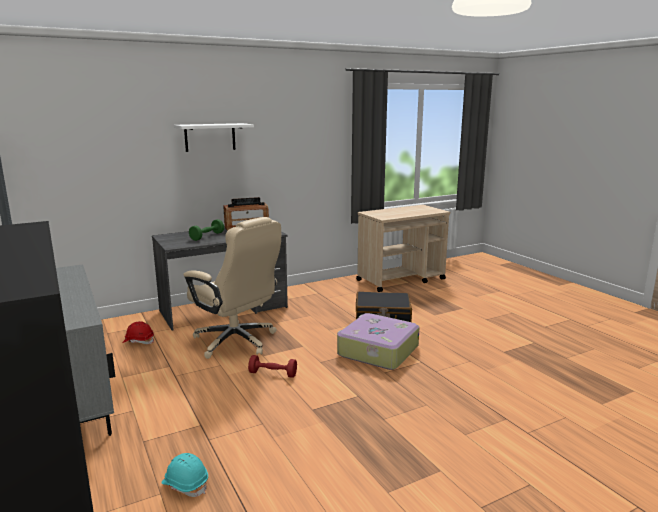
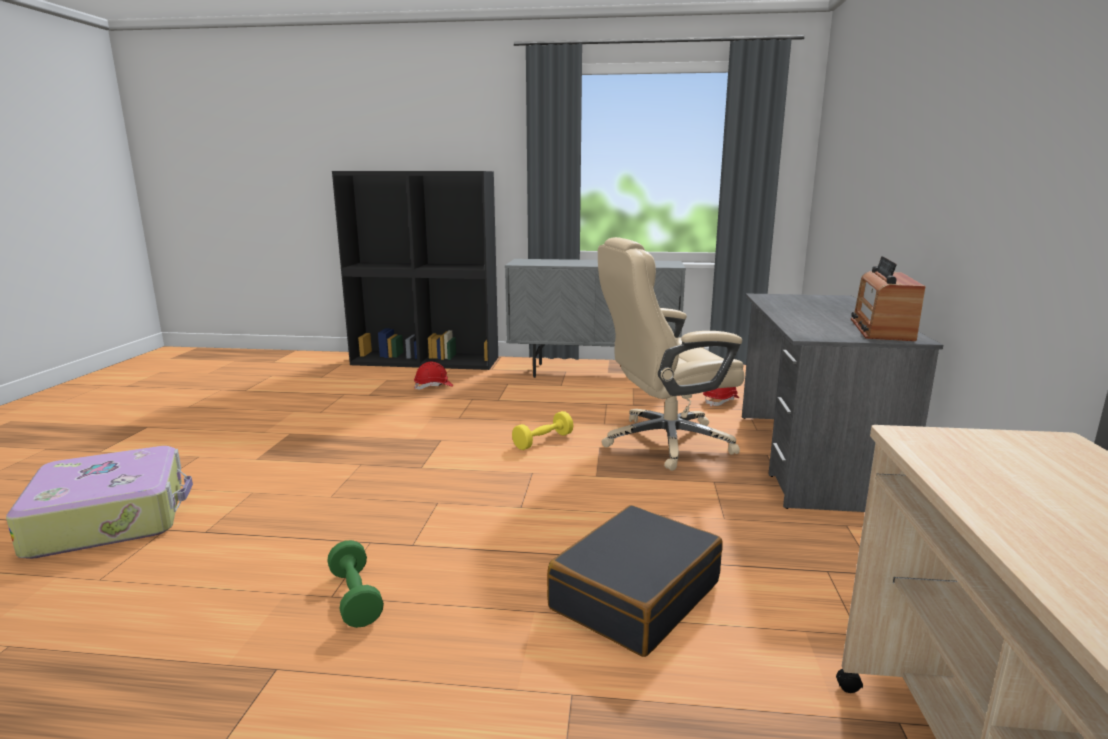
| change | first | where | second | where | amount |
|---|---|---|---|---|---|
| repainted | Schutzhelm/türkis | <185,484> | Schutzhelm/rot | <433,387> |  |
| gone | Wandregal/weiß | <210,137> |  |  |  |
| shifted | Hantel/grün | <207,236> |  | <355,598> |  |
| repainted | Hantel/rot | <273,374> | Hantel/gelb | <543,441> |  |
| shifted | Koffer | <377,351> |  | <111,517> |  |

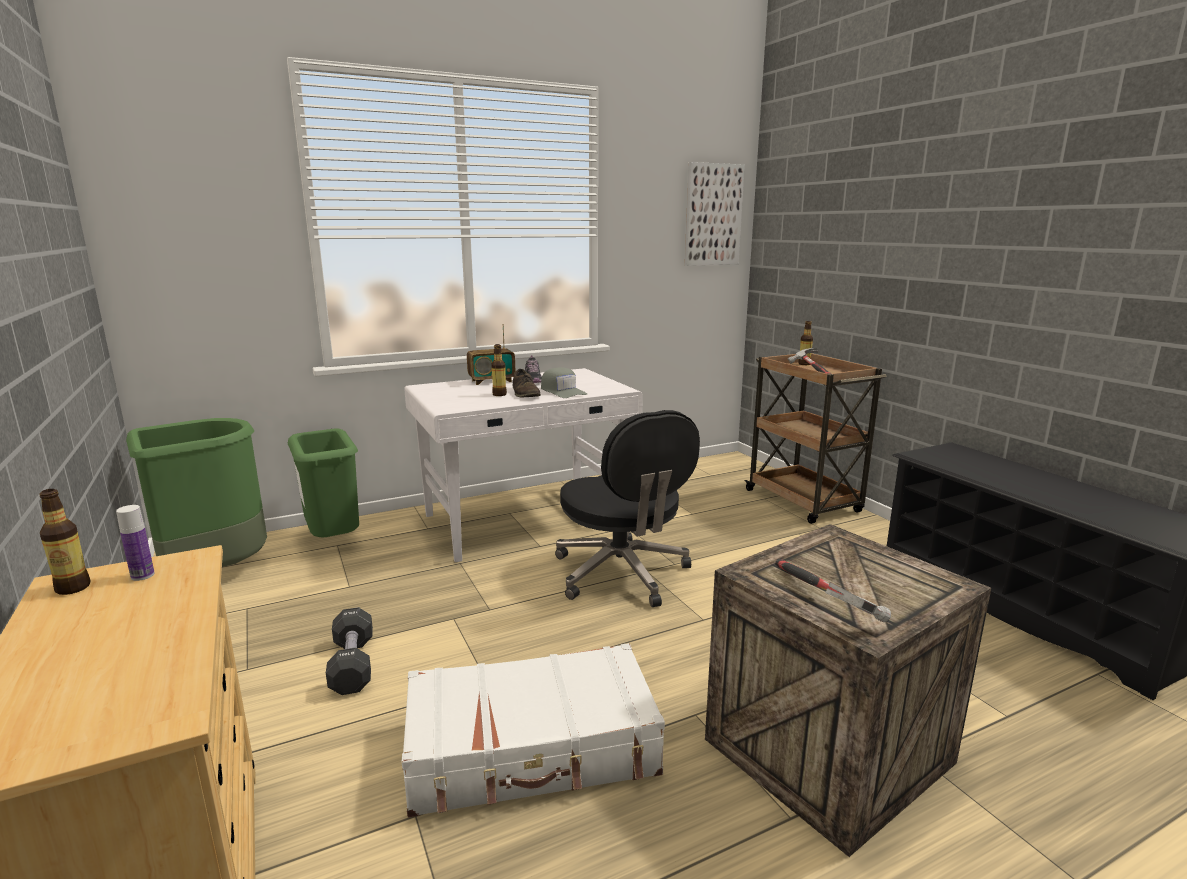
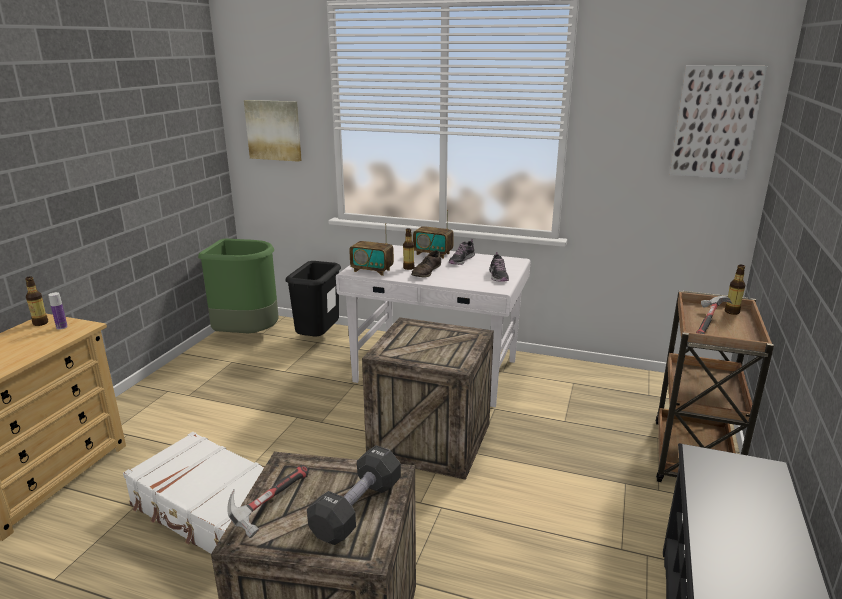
| change | first | where | second | where | amount |
|---|---|---|---|---|---|
| repainted | Mülleimer/grün | <333,542> | Mülleimer/schwarz | <318,339> |  |
| shifted | Hantel/schwarz | <352,665> |  | <357,509> |  |
| gone | Kappe/grau | <562,391> |  |  |  |
| swapped | Bürostuhl/schwarz | <622,574> | Kiste | <428,441> |  |
| new |  |  | Bild | <274,130> |  |
| new |  |  | Radio | <372,270> |  |
| new |  |  | Schuh | <498,276> |  |

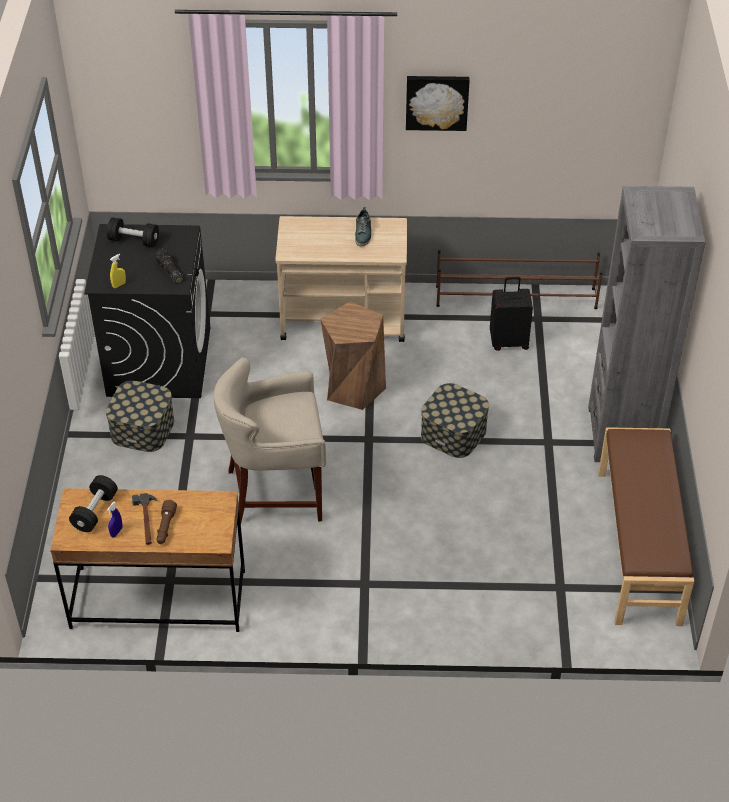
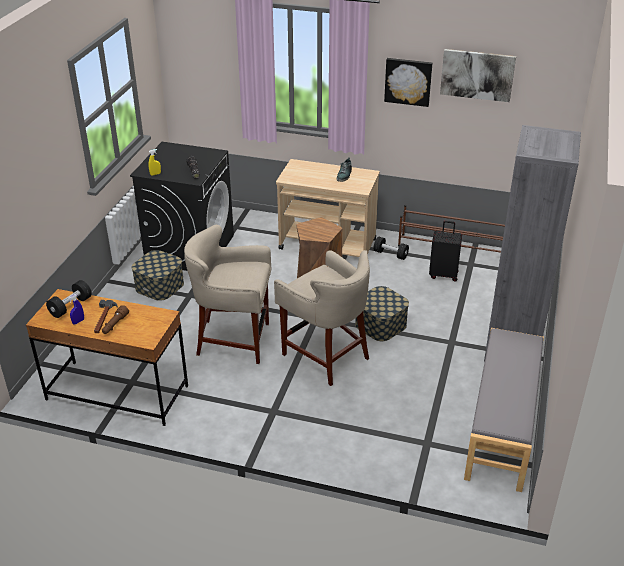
| change | first | where | second | where | amount |
|---|---|---|---|---|---|
| shifted | Hantel/schwarz | <134,241> |  | <390,254> |  |
| repainted | Bank/braun | <639,546> | Bank/grau | <502,426> |  |
| new |  |  | Hocker/beige | <326,355> |  |
| new |  |  | Bild | <477,74> |  |

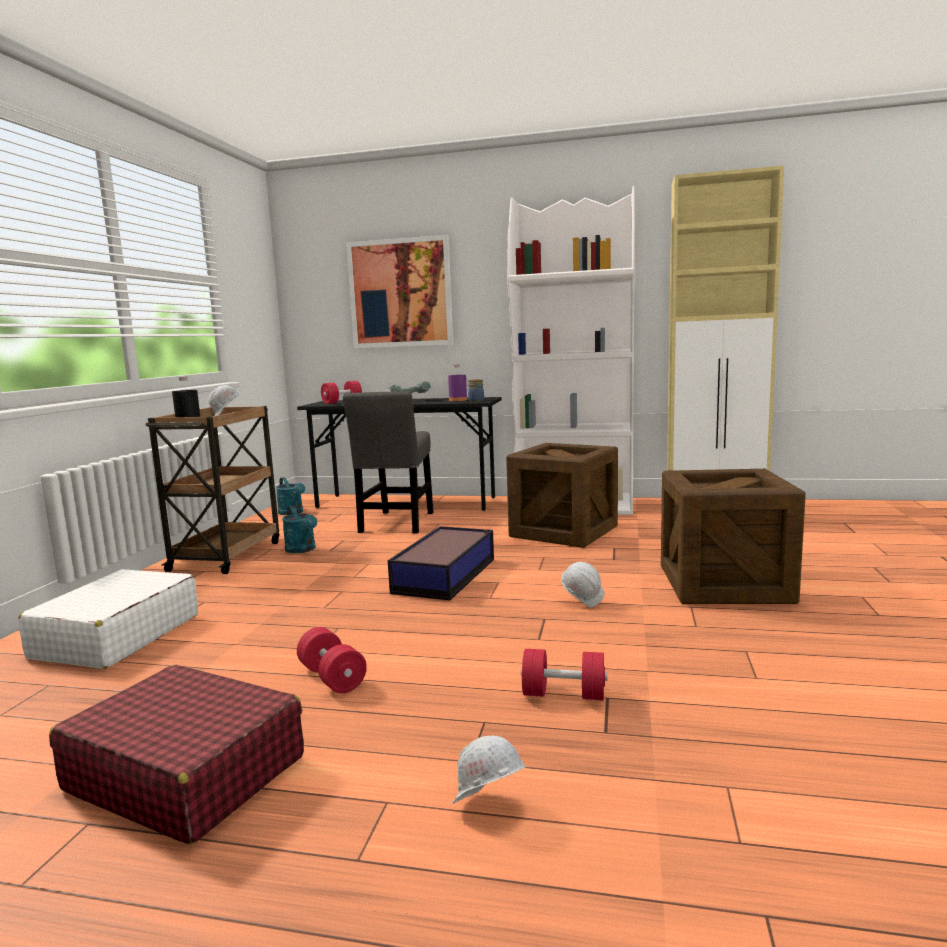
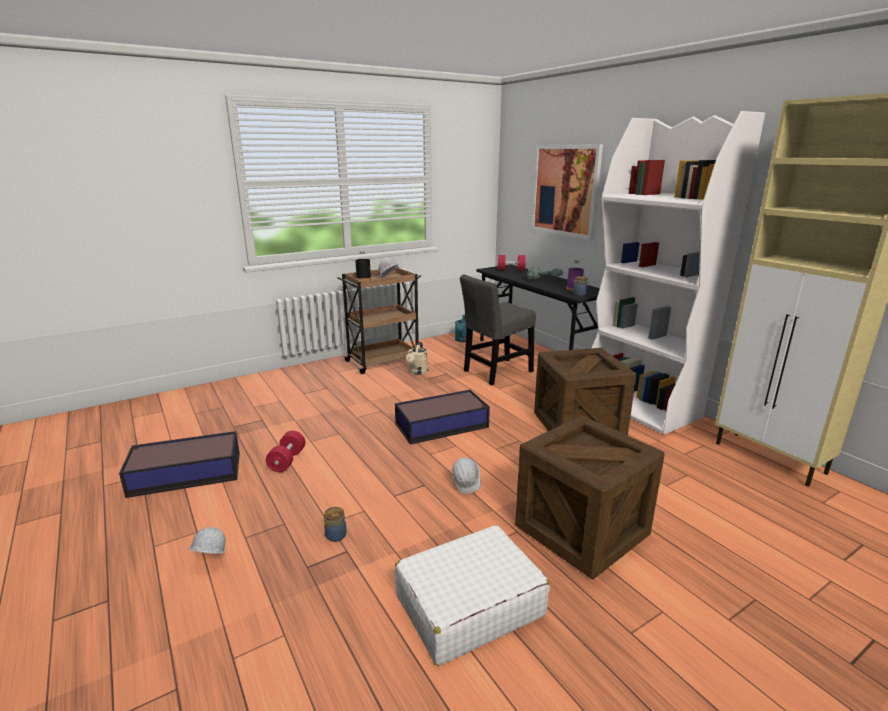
| change | first | where | second | where | amount |
|---|---|---|---|---|---|
| shifted | Koffer/weiß | <116,636> |  | <468,605> |  |
| swapped | Koffer/rot | <186,773> | Aufbewahrungsbox | <185,474> |  |
| repainted | Gießkanne/türkis | <302,550> | Gießkanne/beige | <417,372> |  |
| swapped | Hantel/rot | <563,694> | Vorratsglas | <335,535> |  |

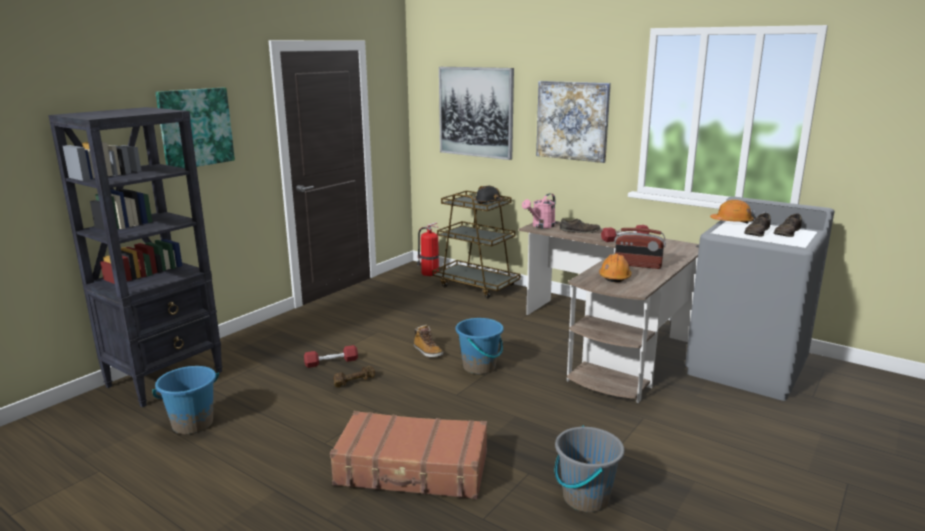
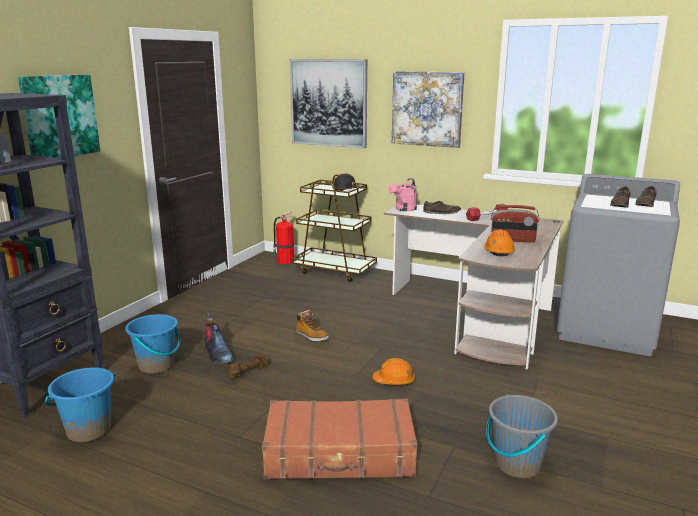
| change | first | where | second | where | amount |
|---|---|---|---|---|---|
| swapped | Hantel/rot | <331,362> | Stiefel | <217,354> |  |
| shifted | Eimer/blau | <479,367> |  | <156,365> |  |
| shifted | Schutzhelm/orange | <731,222> |  | <394,381> |  |

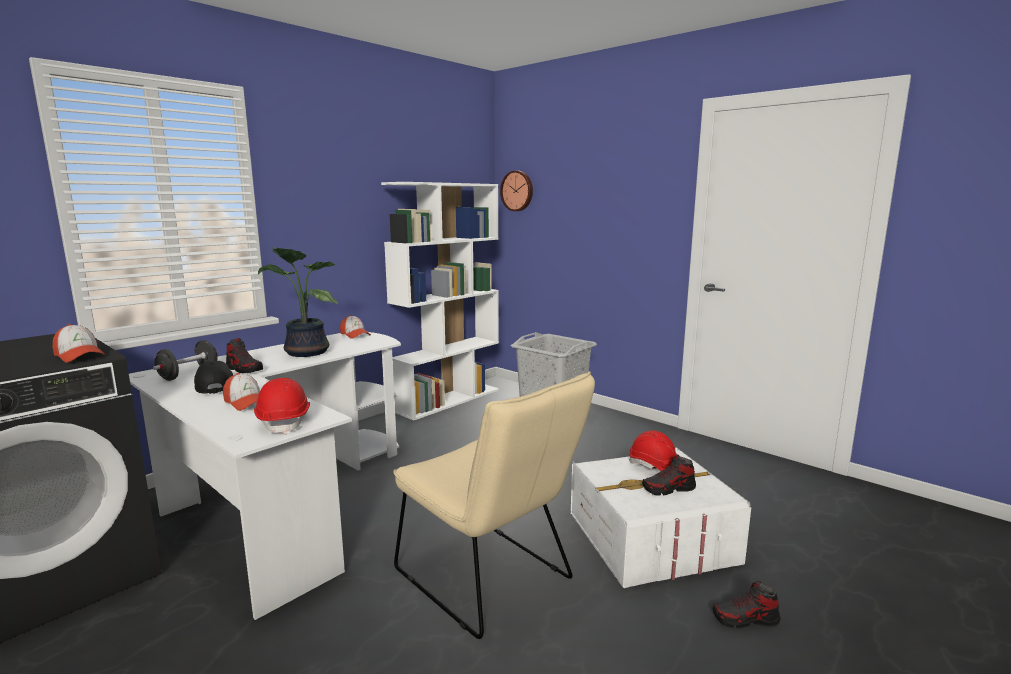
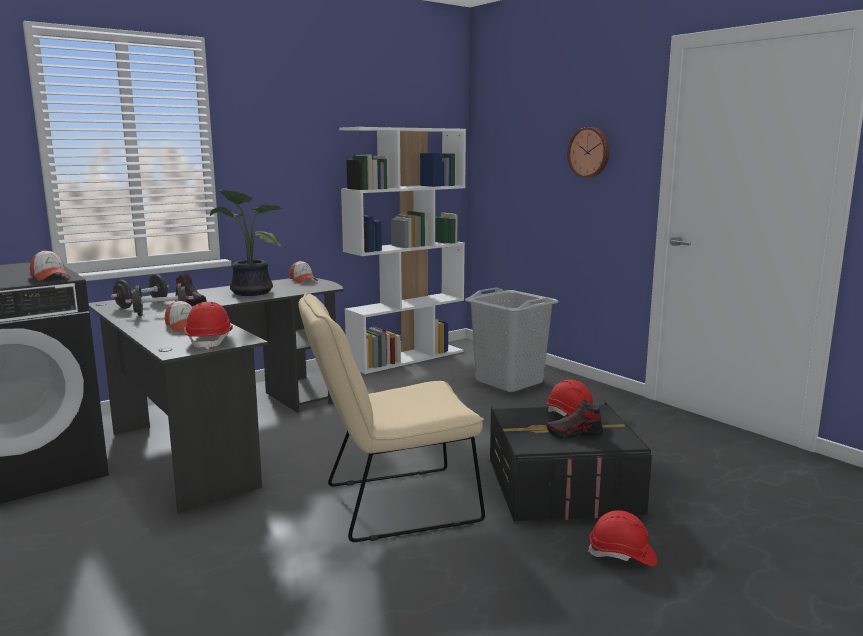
| change | first | where | second | where | amount |
|---|---|---|---|---|---|
| repainted | Schreibtisch/weiß | <284,500> | Schreibtisch/schwarz | <223,431> |  |
| swapped | Kappe/schwarz | <214,385> | Hantel/schwarz | <161,314> |  |
| rotated | Stuhl/beige | <490,580> |  | <390,505> | 105 degrees clockwise |
| shifted | Wanduhr | <517,191> |  | <589,152> |  |
| repainted | Aufbewahrungsbox/weiß | <651,538> | Aufbewahrungsbox/schwarz | <562,487> |  |
| swapped | Schuh | <745,619> | Schutzhelm/rot | <622,555> |  |

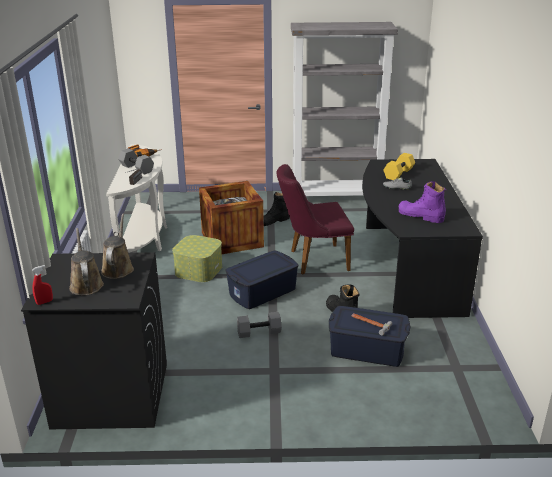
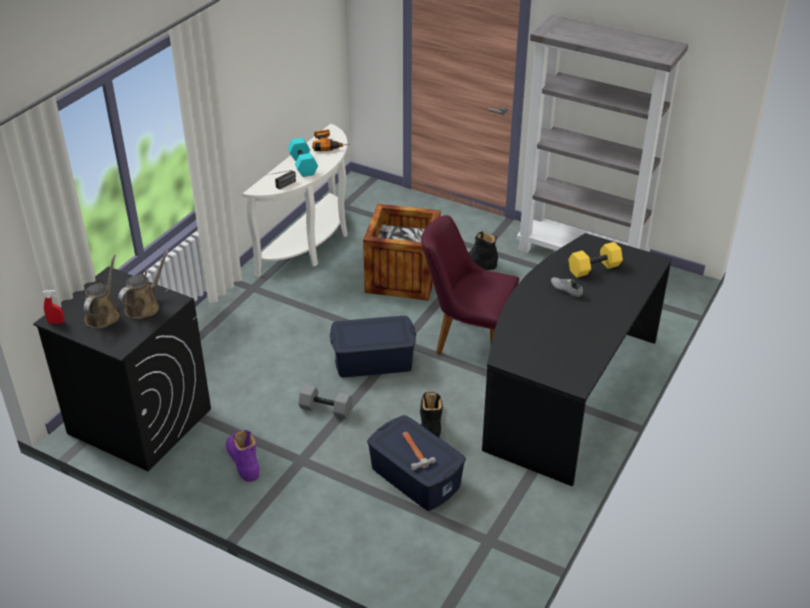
| change | first | where | second | where | amount |
|---|---|---|---|---|---|
| repainted | Hantel/grau | <137,168> | Hantel/türkis | <304,165> |  |
| gone | Aufbewahrungsbox | <198,270> |  |  |  |
| shifted | Stiefel/lila | <420,216> |  | <243,461> |  |

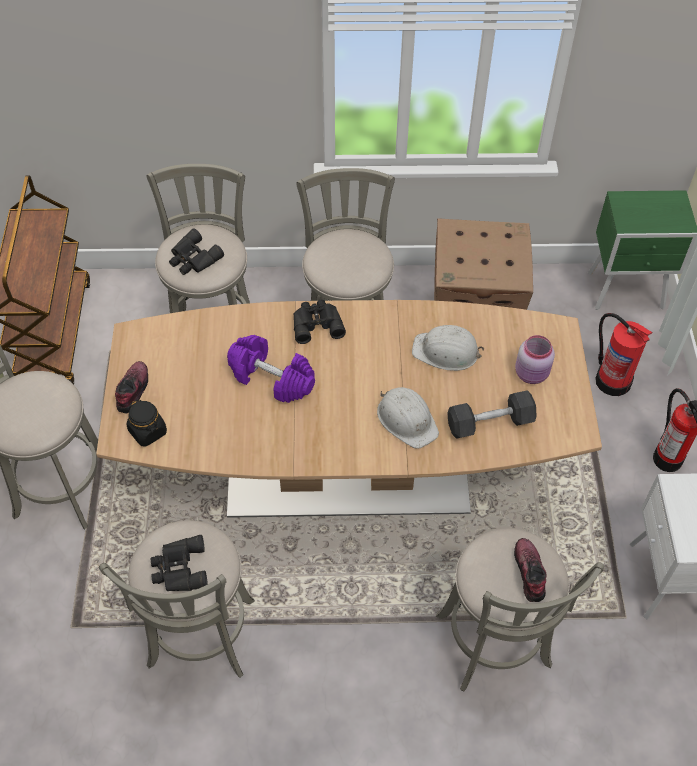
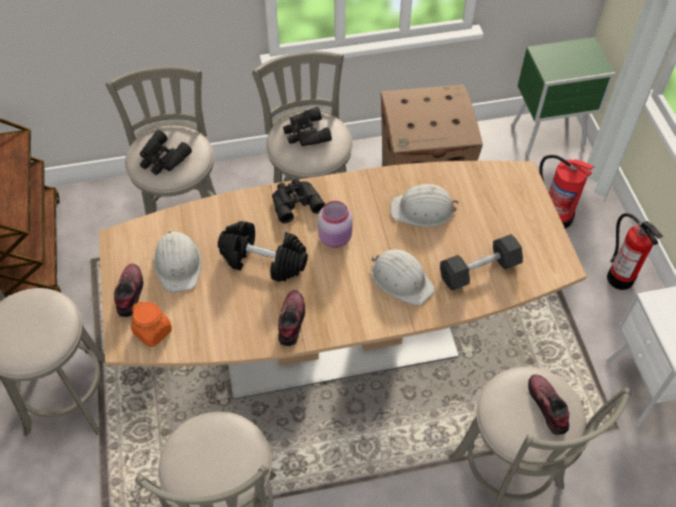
| change | first | where | second | where | amount |
|---|---|---|---|---|---|
| repainted | Vorratsglas/schwarz | <148,432> | Vorratsglas/orange | <153,331> |  |
| shifted | Fernglas/schwarz | <179,569> |  | <305,133> |  |
| repainted | Hantel/lila | <271,379> | Hantel/schwarz | <263,261> |  |
| shifted | Vorratsglas/rosa | <532,374> |  | <336,238> |  |
| new |  |  | Schutzhelm/weiß | <178,264> |  |
| new |  |  | Schuh | <291,321> |  |

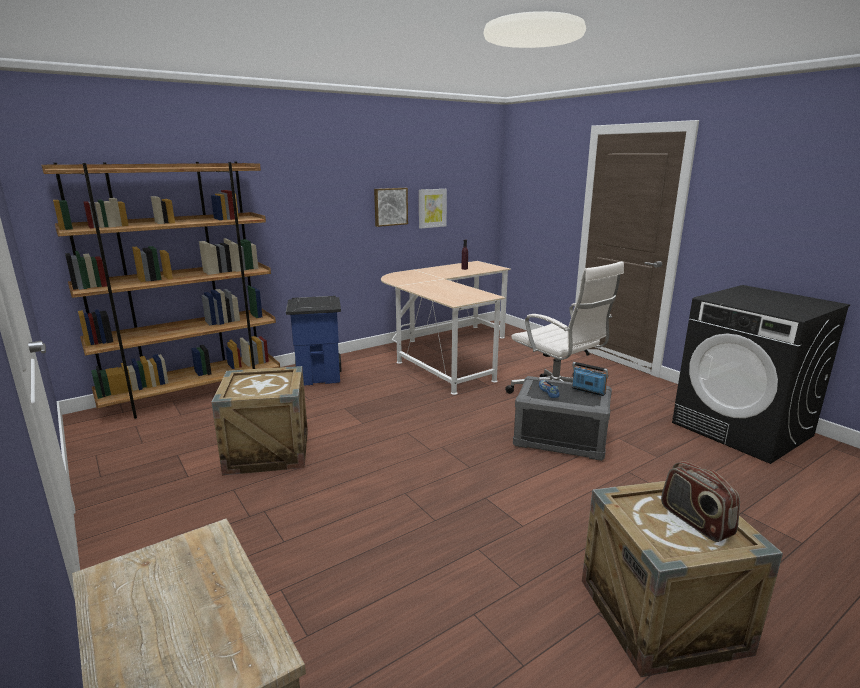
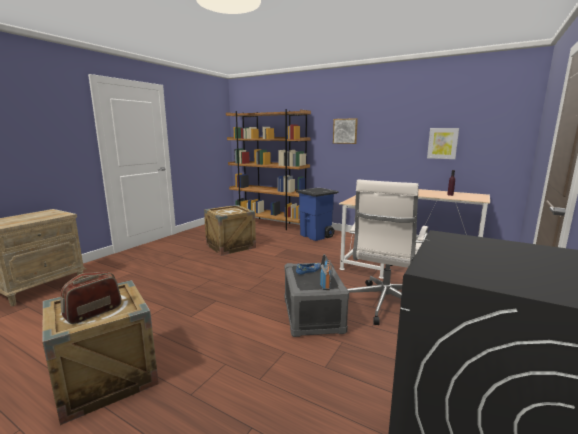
| change | first | where | second | where | amount |
|---|---|---|---|---|---|
| shifted | Bild | <390,206> |  | <345,131> |  |

